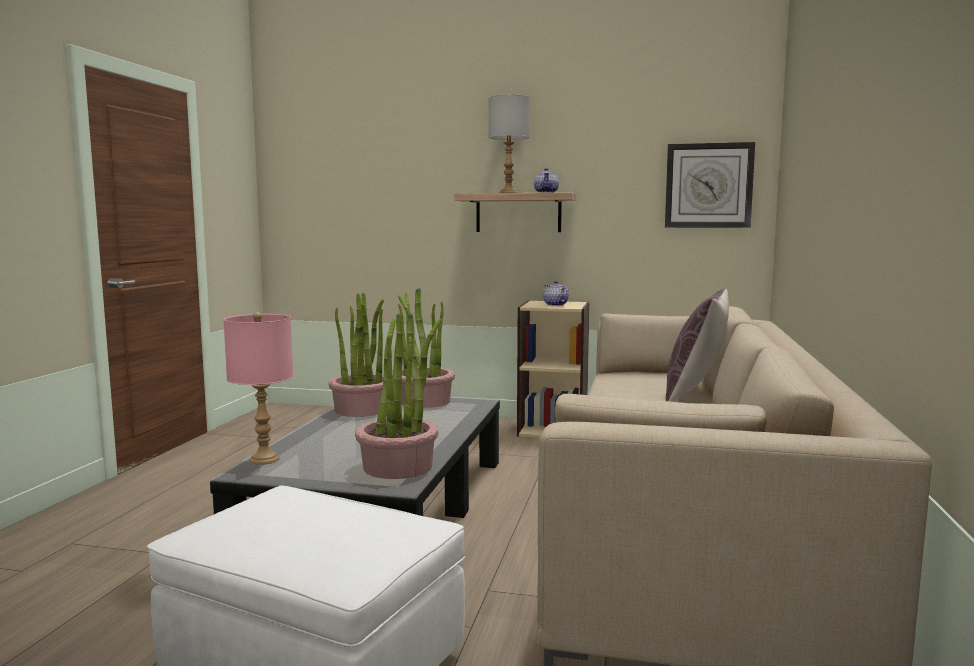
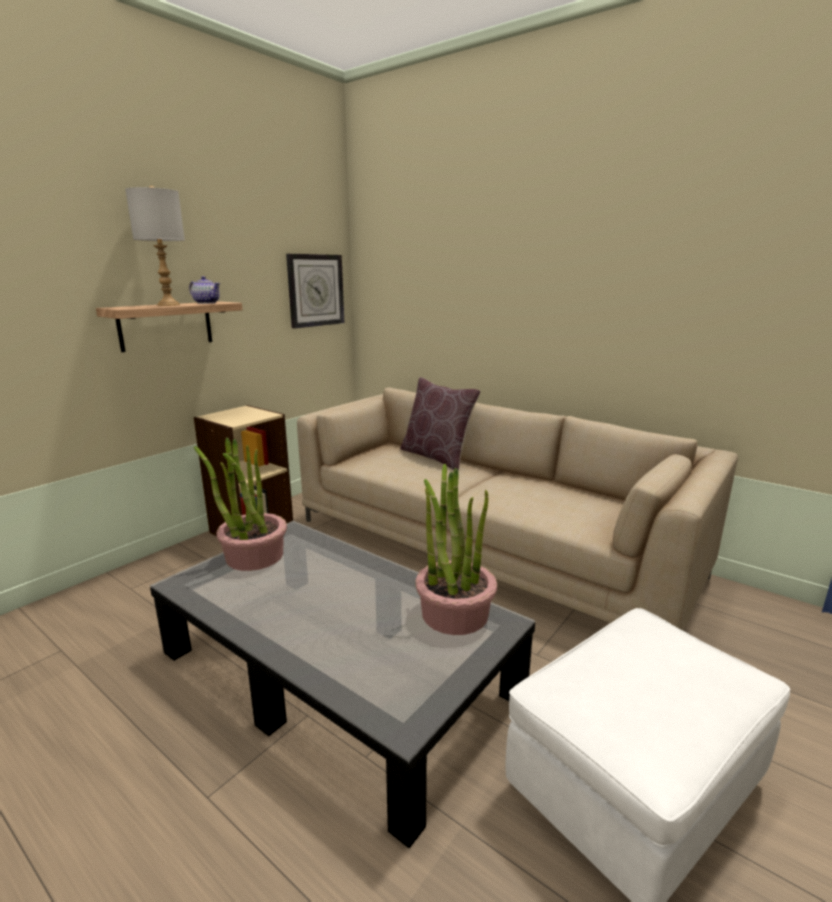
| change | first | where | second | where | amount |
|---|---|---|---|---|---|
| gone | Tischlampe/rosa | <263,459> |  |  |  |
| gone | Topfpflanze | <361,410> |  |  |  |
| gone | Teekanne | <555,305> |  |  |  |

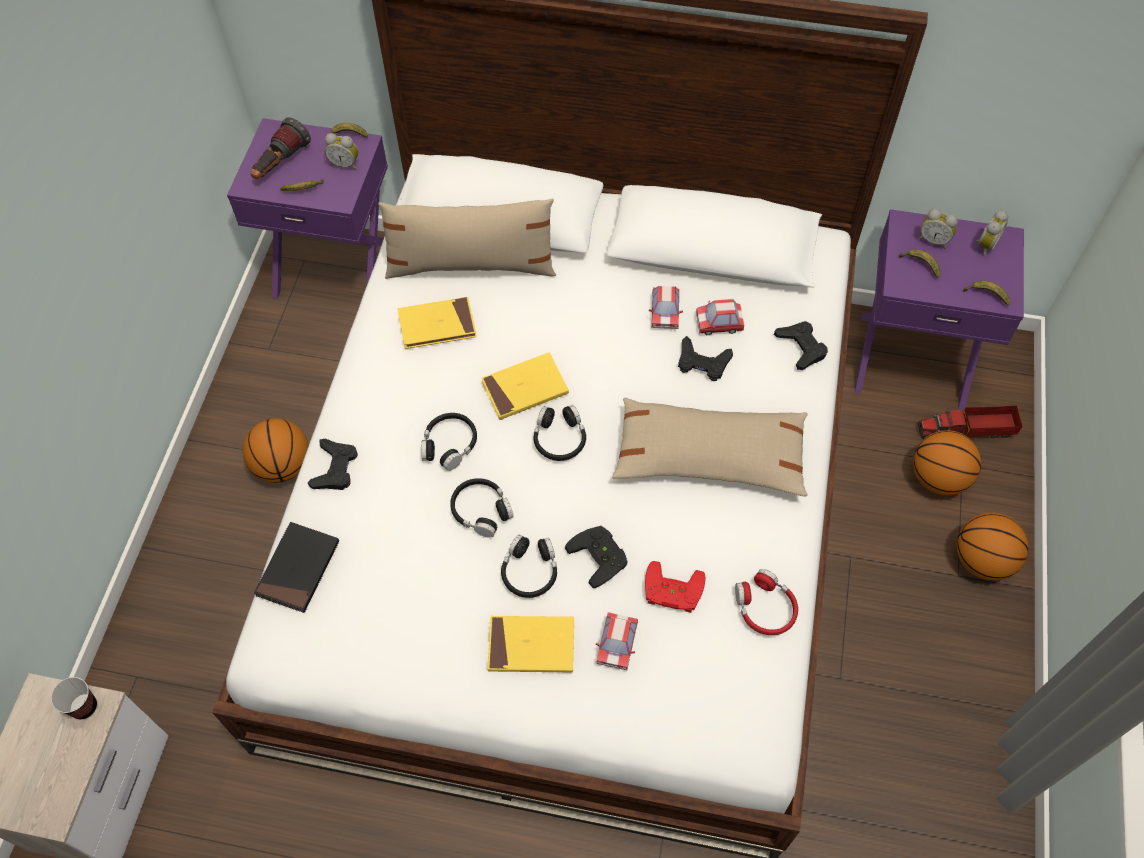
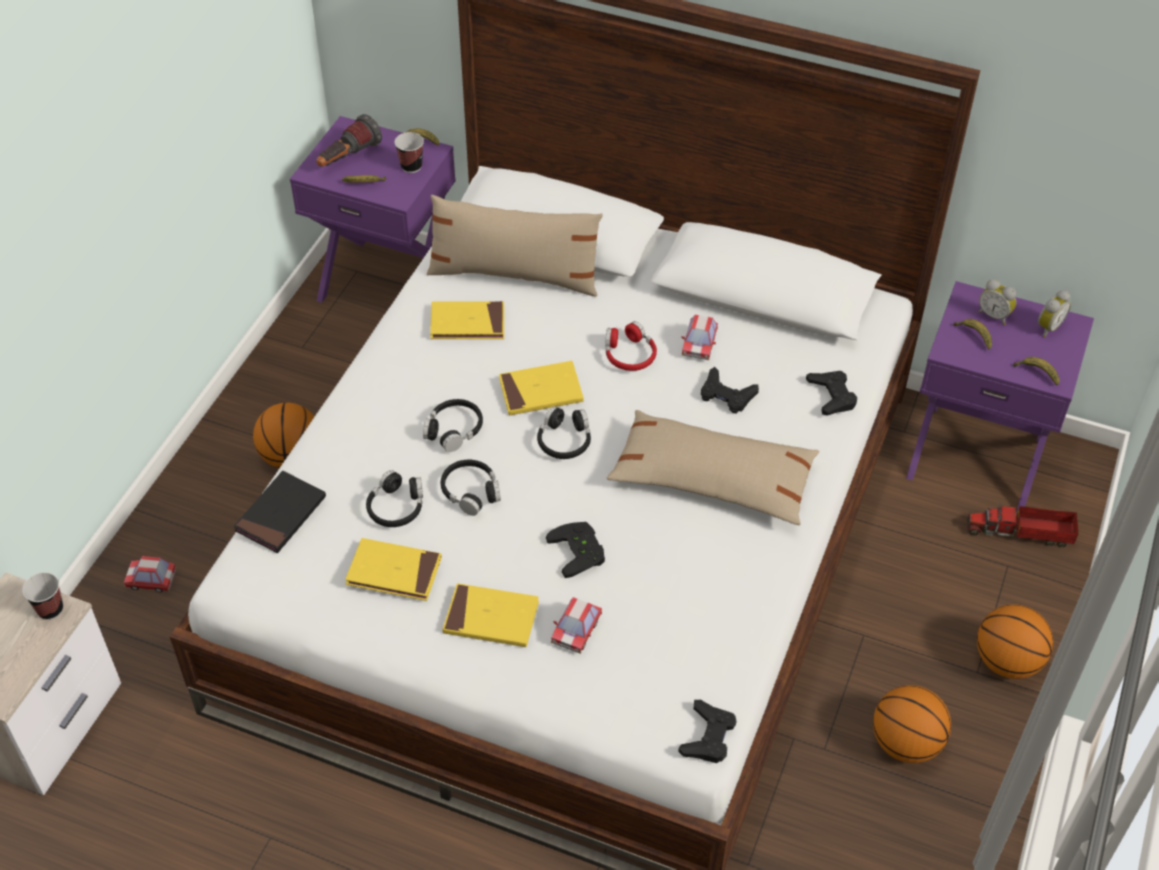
| change | first | where | second | where | amount |
|---|---|---|---|---|---|
| shifted | Gamepad/schwarz | <335,468> |  | <708,736> |  |
| swapped | Wecker | <345,164> | Tasse | <411,166> |  |
| shifted | Kopfhörer/schwarz | <530,571> |  | <396,507> |  |
| gone | Gamepad/rot | <672,592> |  |  |  |
| shifted | Spielzeugauto | <719,324> |  | <151,580> |  |
| shifted | Kopfhörer/rot | <764,608> |  | <629,354> |  |
| shifted | Basketball | <938,478> |  | <905,743> |  |
| new |  |  | Buch/gelb | <394,572> |  |

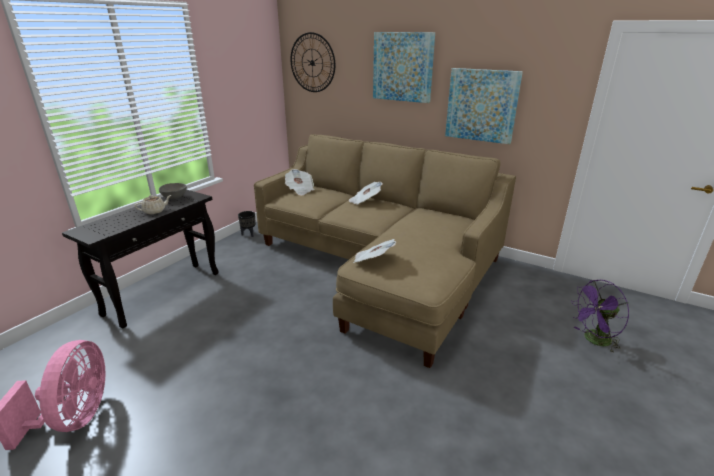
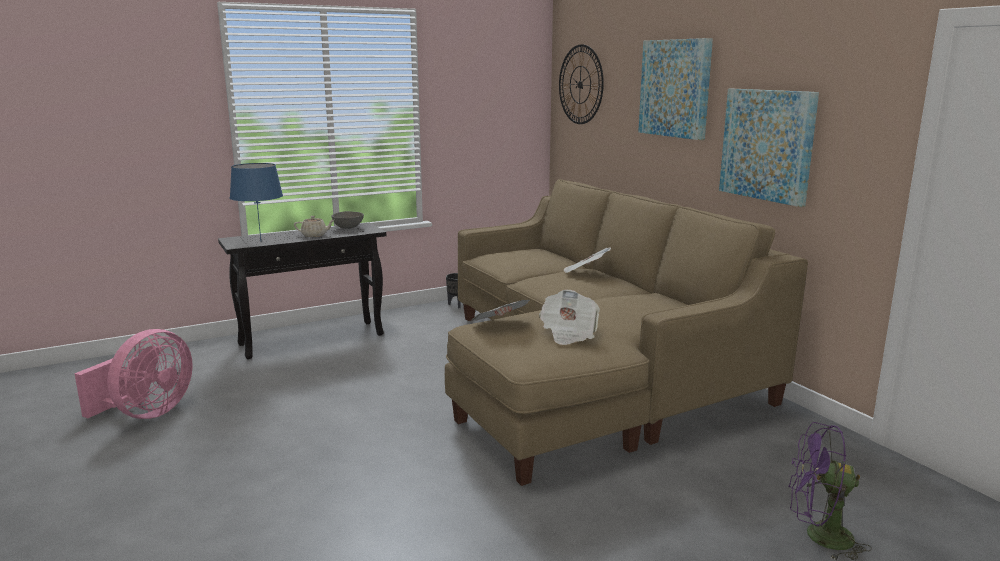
| change | first | where | second | where | amount |
|---|---|---|---|---|---|
| shifted | Zeitung | <300,190> |  | <568,333> |  |
| new |  |  | Tischlampe/blau | <261,241> |  |

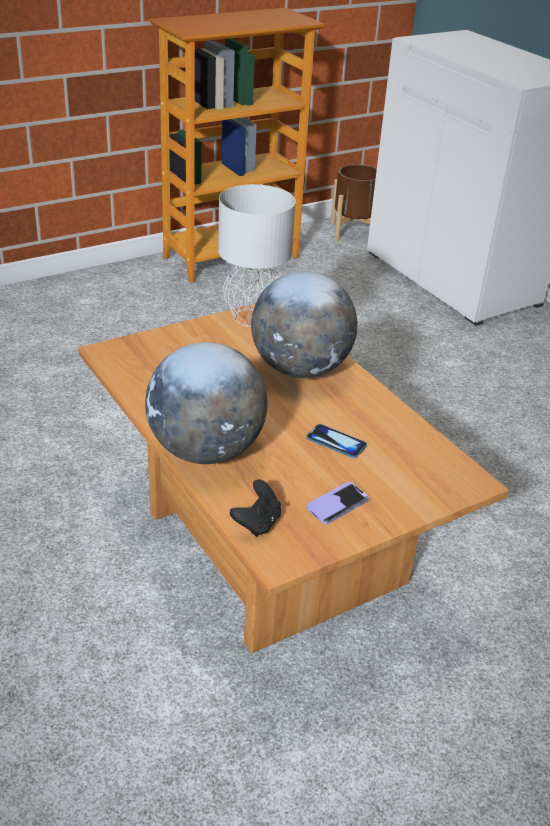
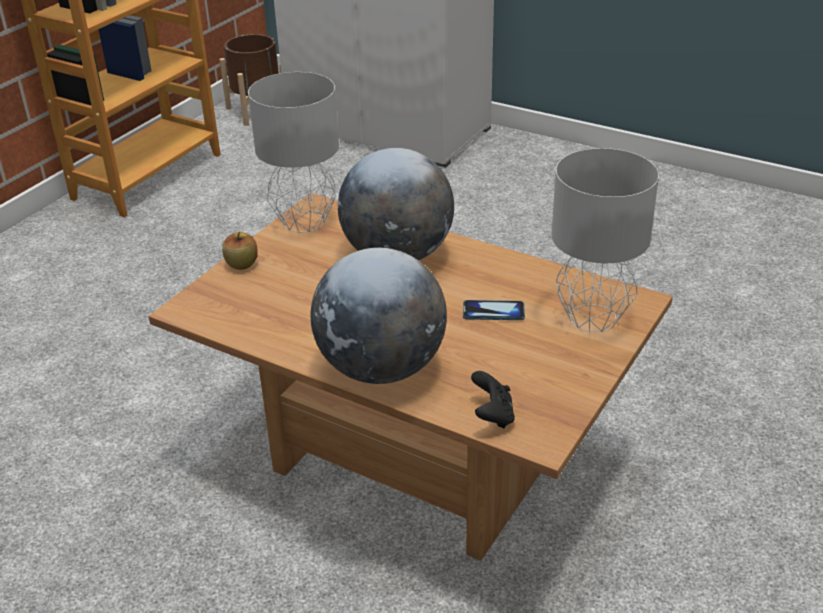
| change | first | where | second | where | amount |
|---|---|---|---|---|---|
| gone | Handy | <337,504> |  |  |  |
| new |  |  | Apfel | <242,264> |  |
| new |  |  | Tischlampe/grau | <594,317> |  |

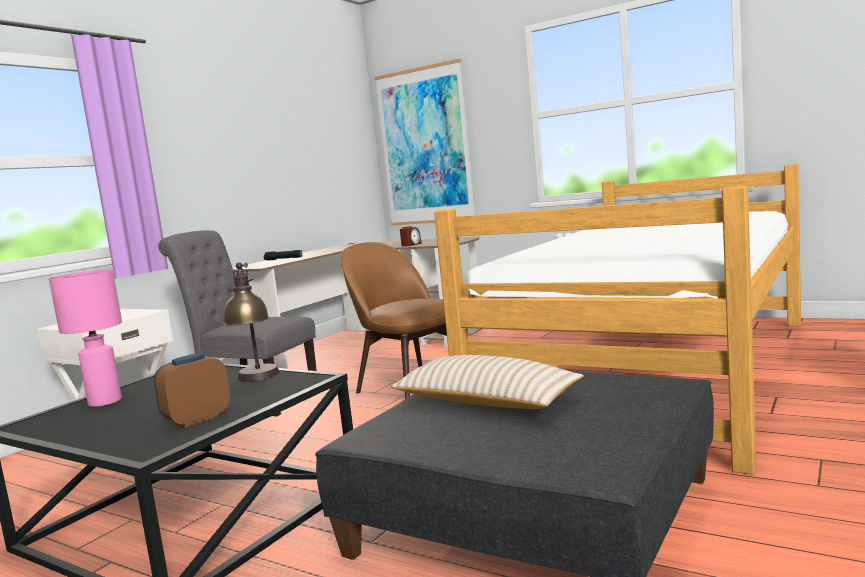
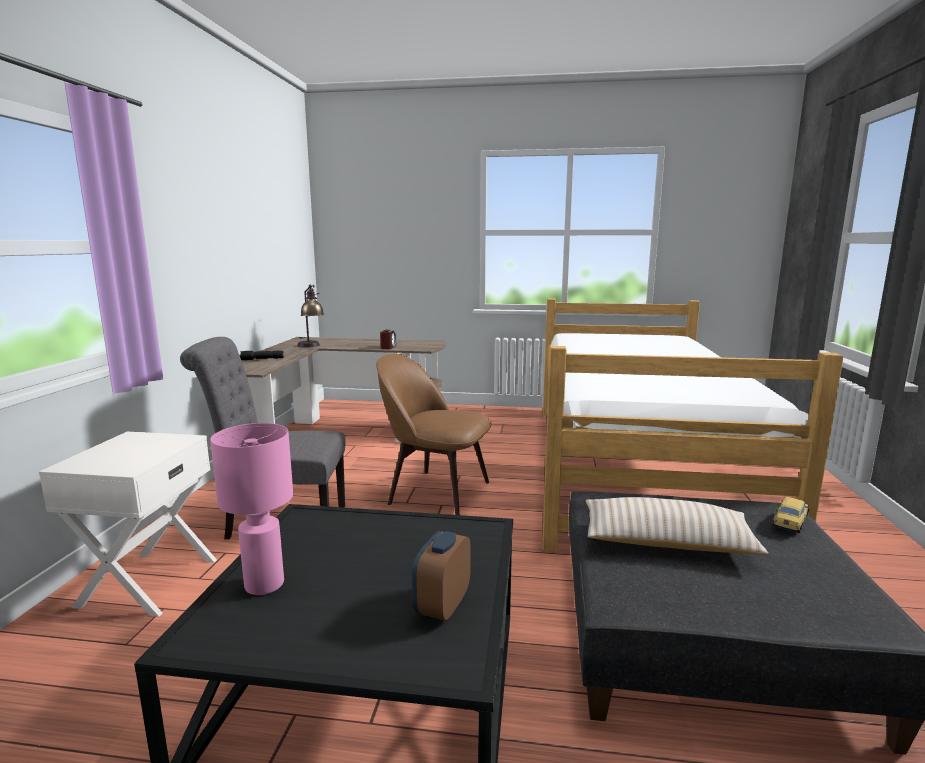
| change | first | where | second | where | amount |
|---|---|---|---|---|---|
| shifted | Tischlampe | <257,379> |  | <311,346> |  |
| gone | Bild | <425,146> |  |  |  |
| new |  |  | Spielzeugauto | <789,523> |  |

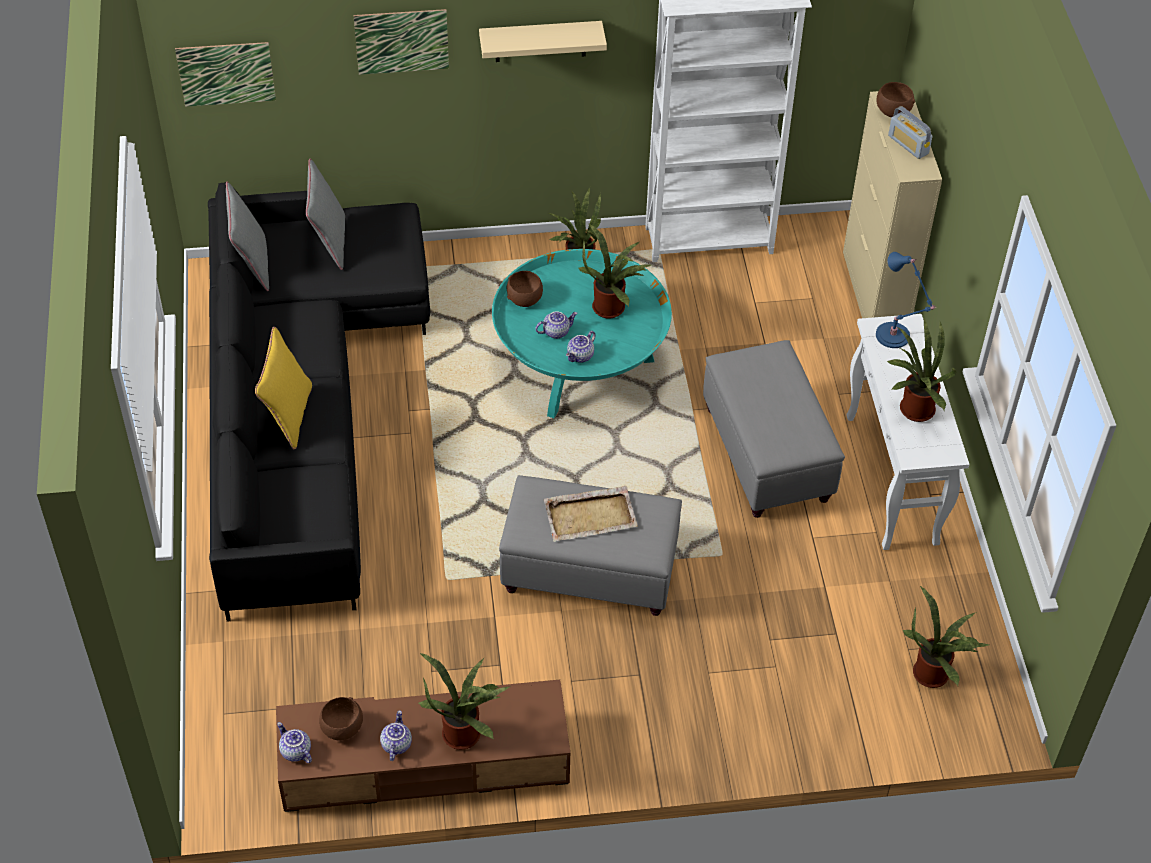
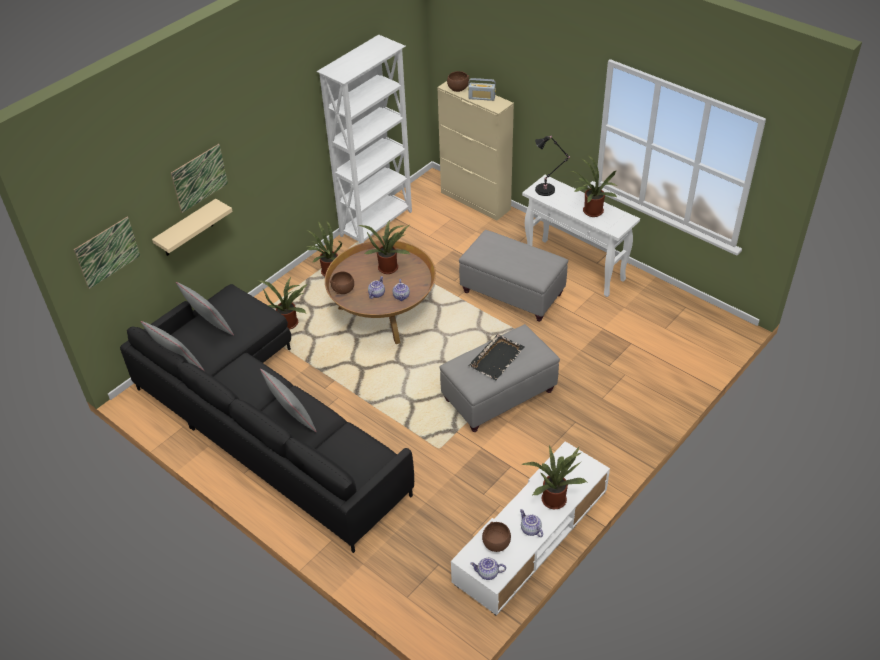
| change | first | where | second | where | amount |
|---|---|---|---|---|---|
| repainted | Kissen/gelb | <288,416> | Kissen/grau | <292,419> |  |
| repainted | Fernsehschrank/braun | <424,761> | Fernsehschrank/weiß | <531,536> |  |
| shifted | Wandregal/beige | <540,41> |  | <187,229> |  |
| repainted | Couchtisch/türkis | <580,366> | Couchtisch/braun | <383,313> |  |
| repainted | Tablett/beige | <591,516> | Tablett/schwarz | <497,358> |  |
| repainted | Tischlampe/blau | <895,337> | Tischlampe/schwarz | <546,190> |  |
| shifted | Topfpflanze | <934,673> |  | <289,322> |  |

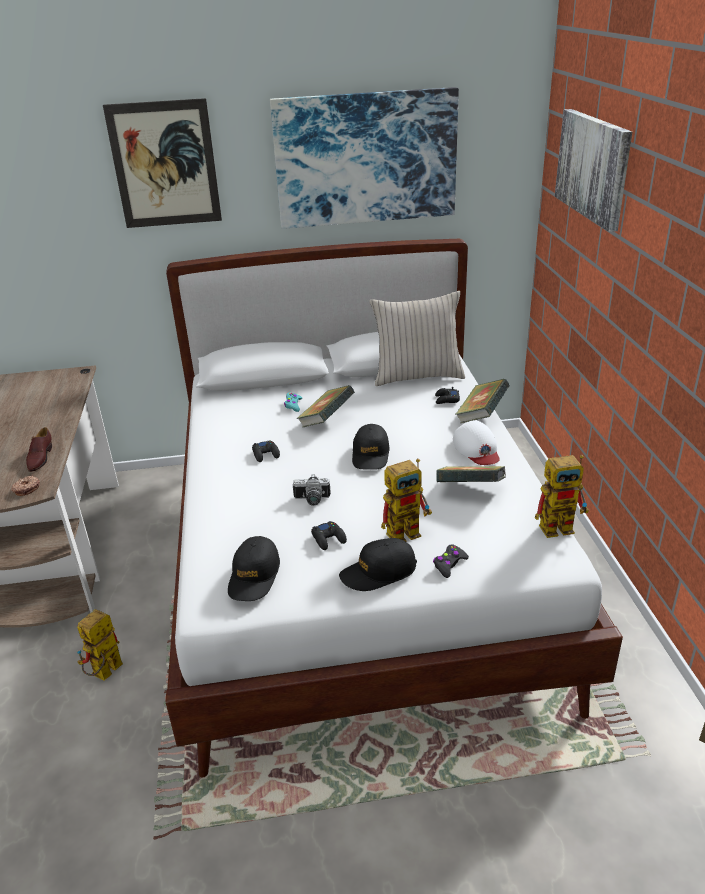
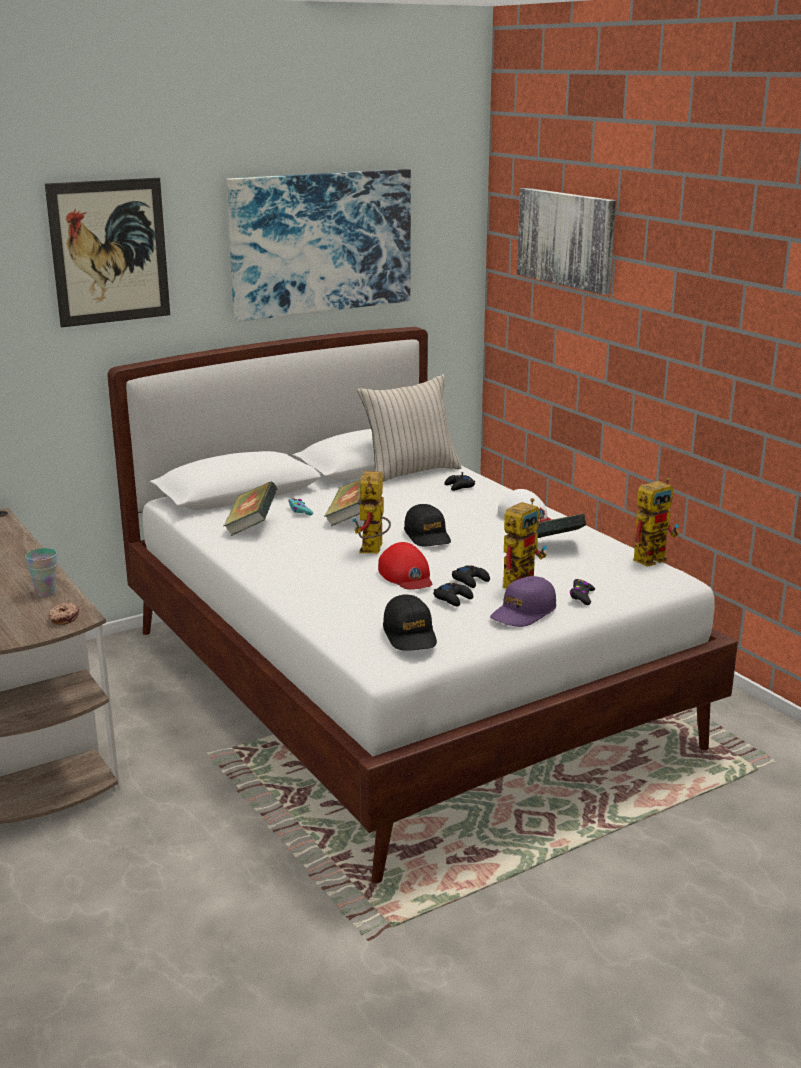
| change | first | where | second | where | amount |
|---|---|---|---|---|---|
| swapped | Schuh/braun | <40,458> | Tasse | <45,592> |  |
| shifted | Spielzeugroboter | <104,675> |  | <373,551> |  |
| shifted | Gamepad/schwarz | <266,454> |  | <470,580> |  |
| swapped | Kamera | <311,500> | Kappe/rot | <406,575> |  |
| repainted | Kappe/schwarz | <378,572> | Kappe/lila | <523,612> |  |
| shifted | Buch | <481,416> |  | <251,526> |  |

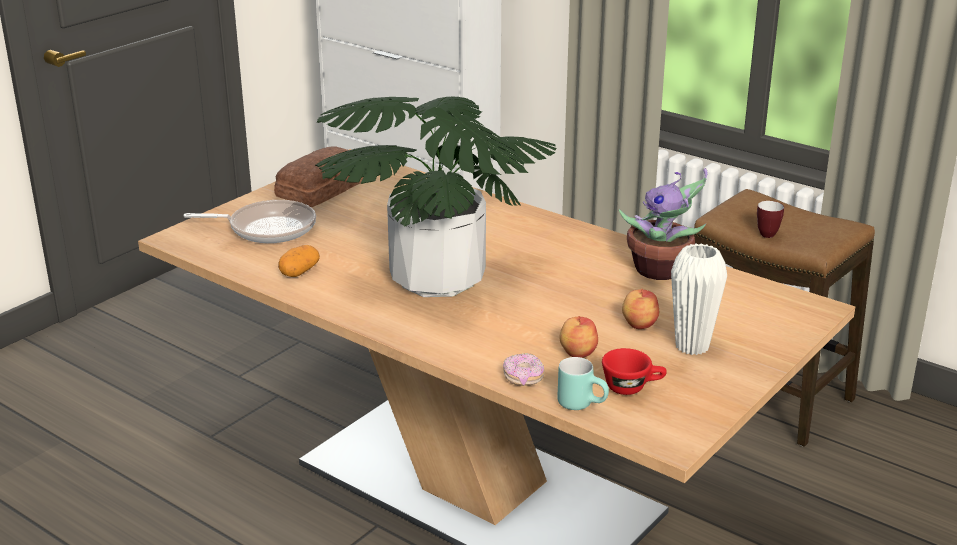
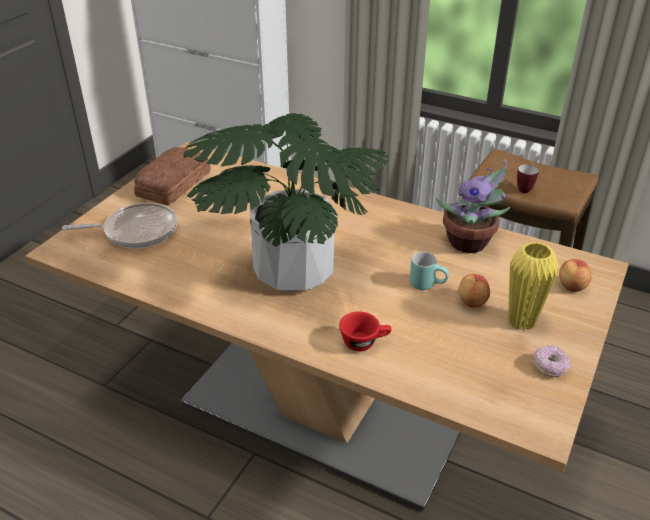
| change | first | where | second | where | amount |
|---|---|---|---|---|---|
| gone | Kartoffel | <299,272> |  |  |  |
| shifted | Donut | <523,378> |  | <550,367> |  |
| shifted | Henkelbecher/türkis | <583,404> |  | <427,284> |  |
| shifted | Apfel | <577,352> |  | <571,286> |  |
| shifted | Tasse/rot | <632,387> |  | <364,342> |  |
| repainted | Vase/weiß | <692,346> | Vase/gelb | <521,321> |  |

